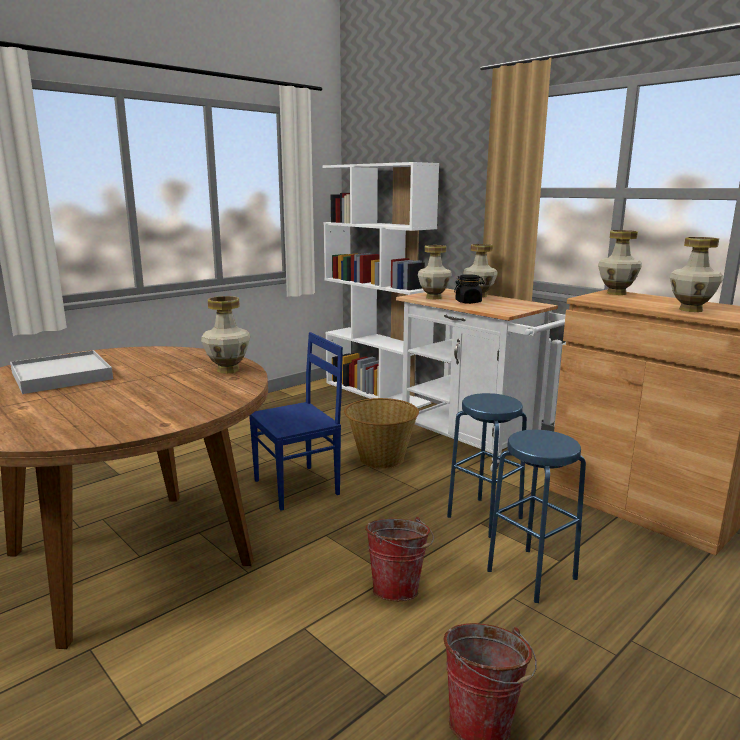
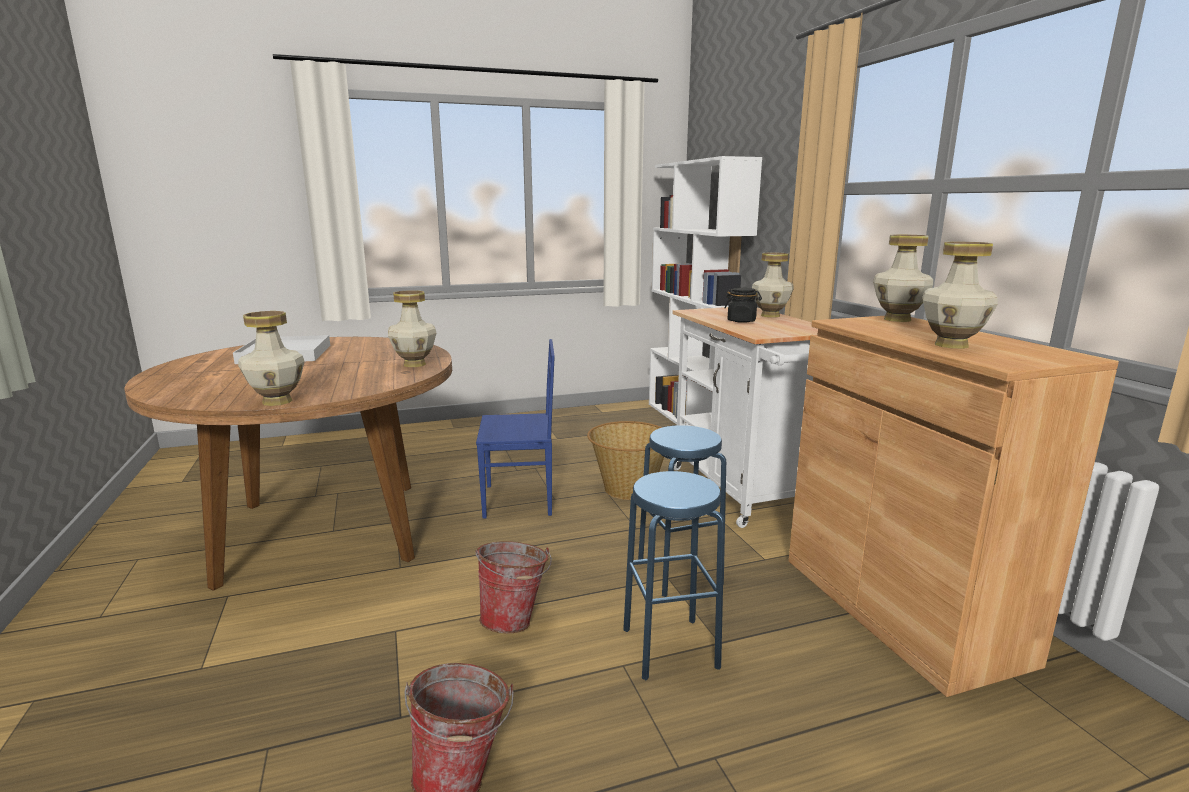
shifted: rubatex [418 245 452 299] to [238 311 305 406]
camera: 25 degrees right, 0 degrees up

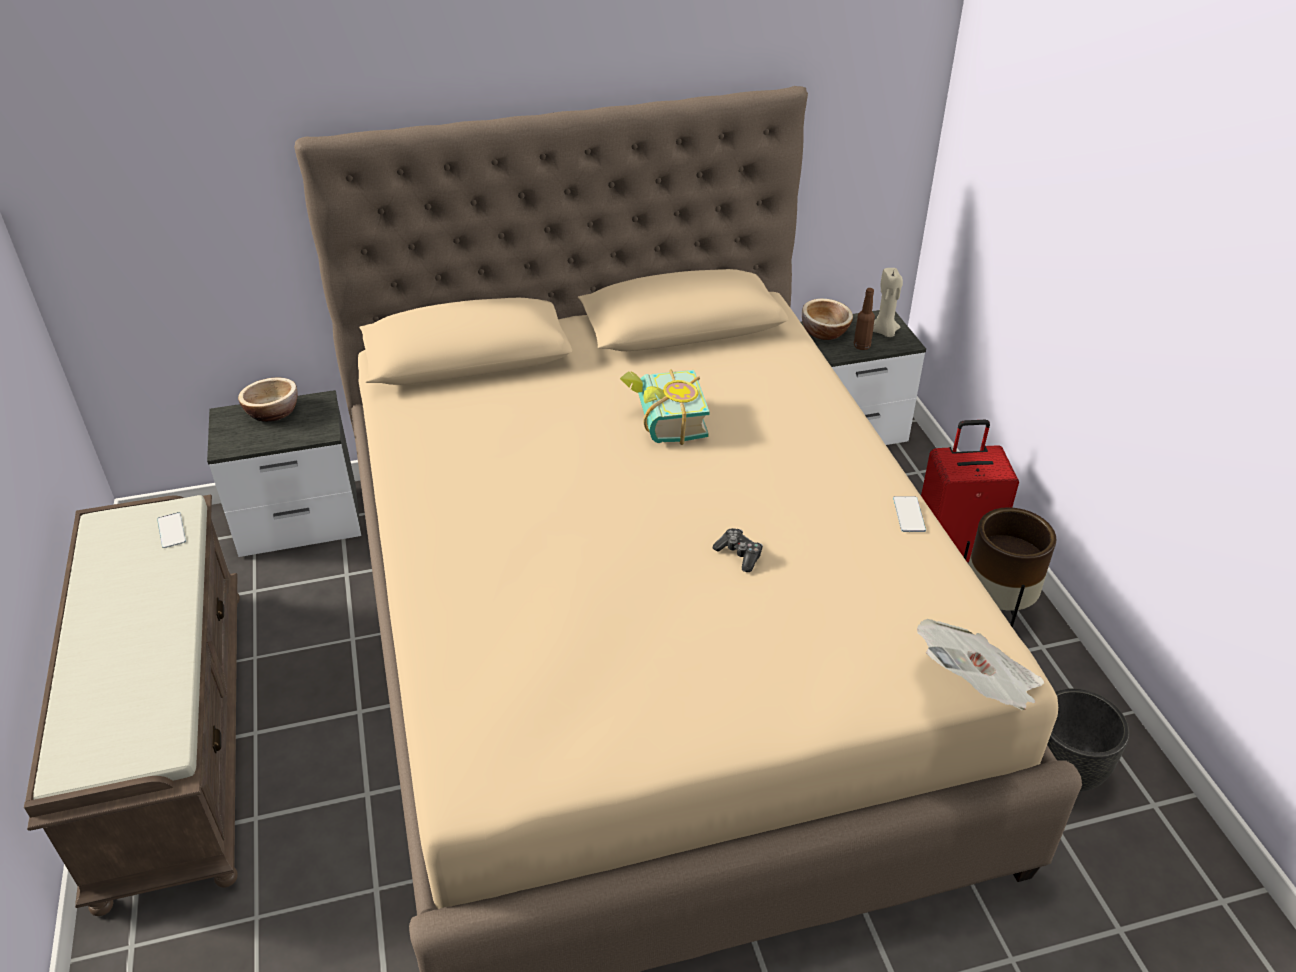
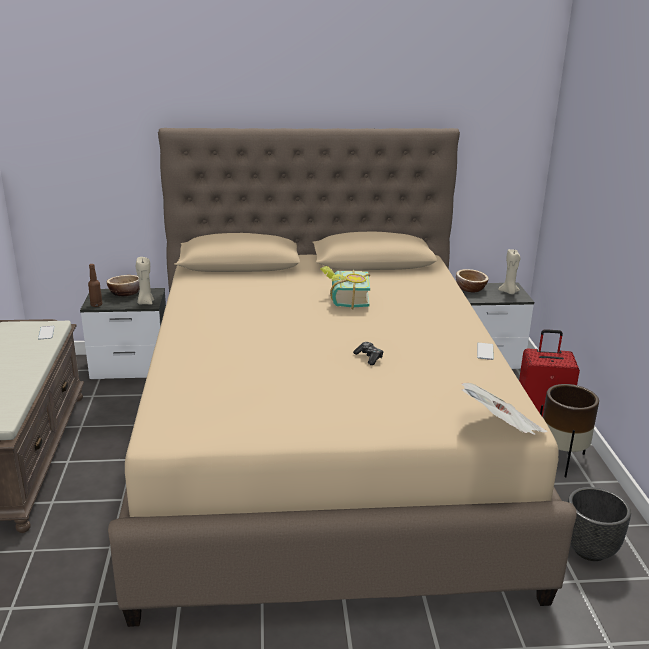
new: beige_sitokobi [136 257 154 305]
shifted: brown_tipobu [854 288 875 350] to [88 264 102 307]
camera: 10 degrees right, 15 degrees down

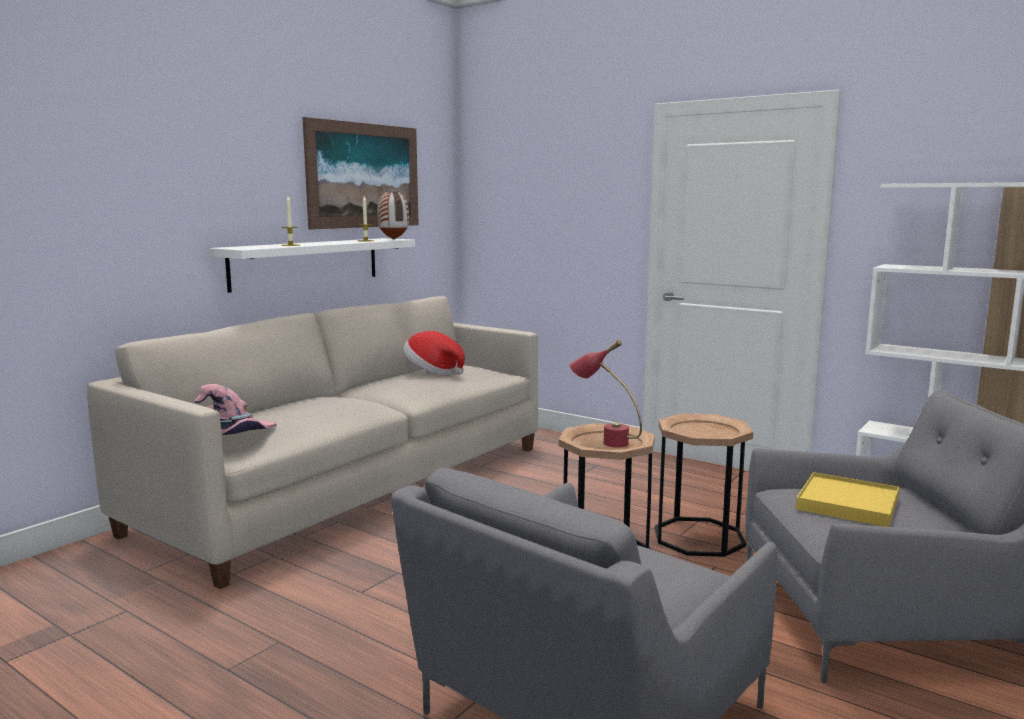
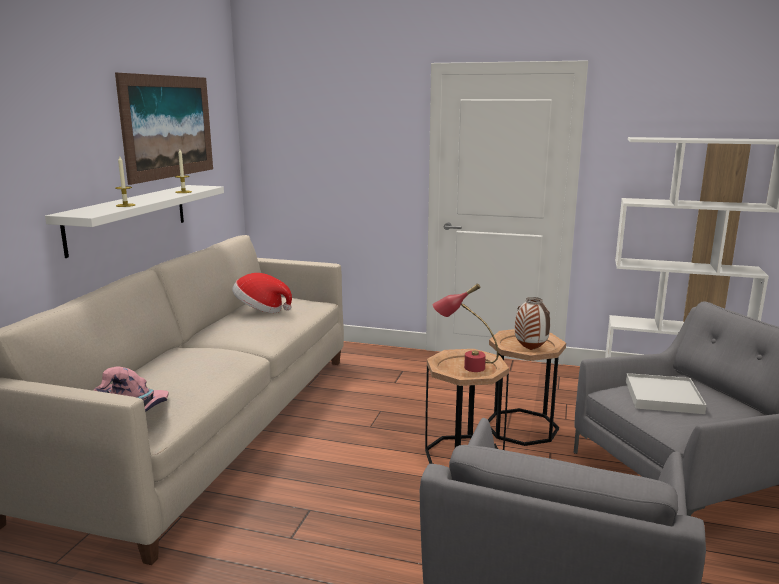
shifted: rubatex [377 190 409 240] to [515 297 550 350]
repainted: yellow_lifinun [796 472 899 527] to white_lifinun [626 373 707 414]
camera: 20 degrees left, 5 degrees up

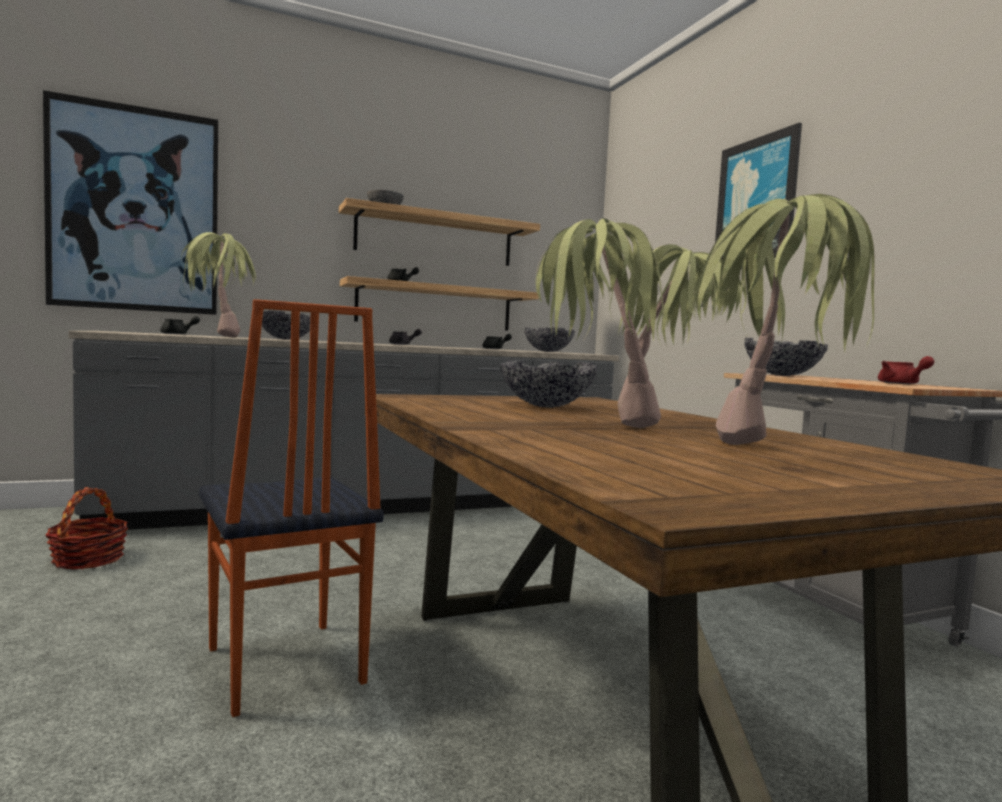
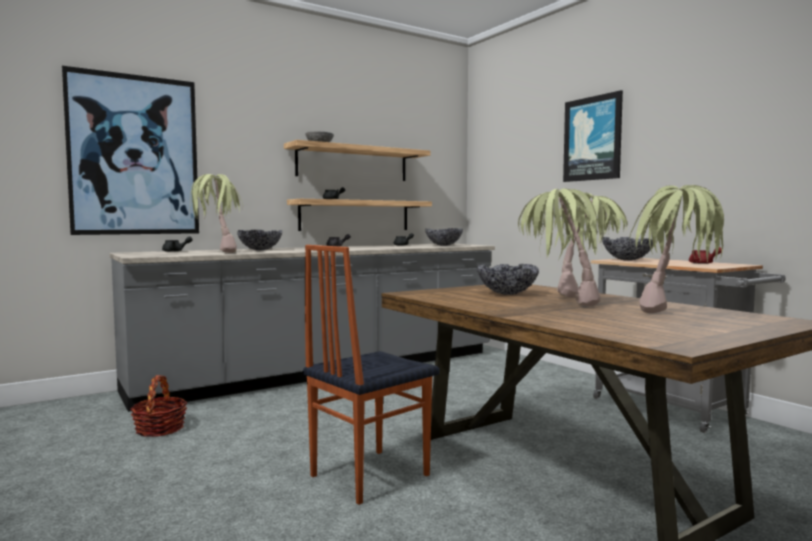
rotated: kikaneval [199 299 384 717] = [303 245 440 505] 90 degrees clockwise
camera: 10 degrees left, 0 degrees up

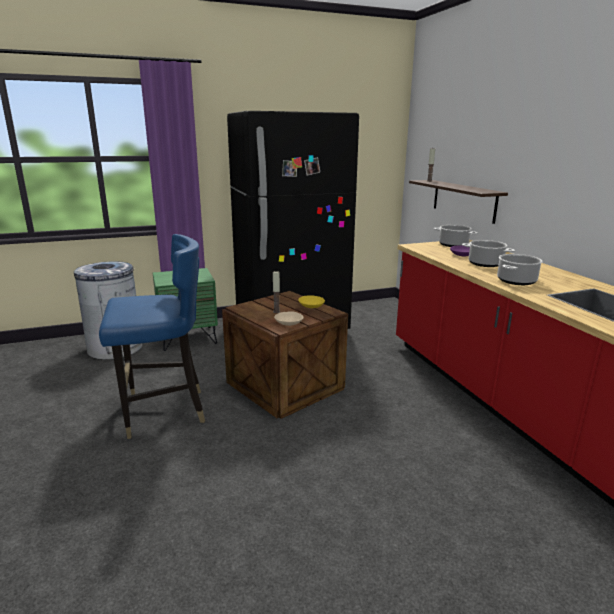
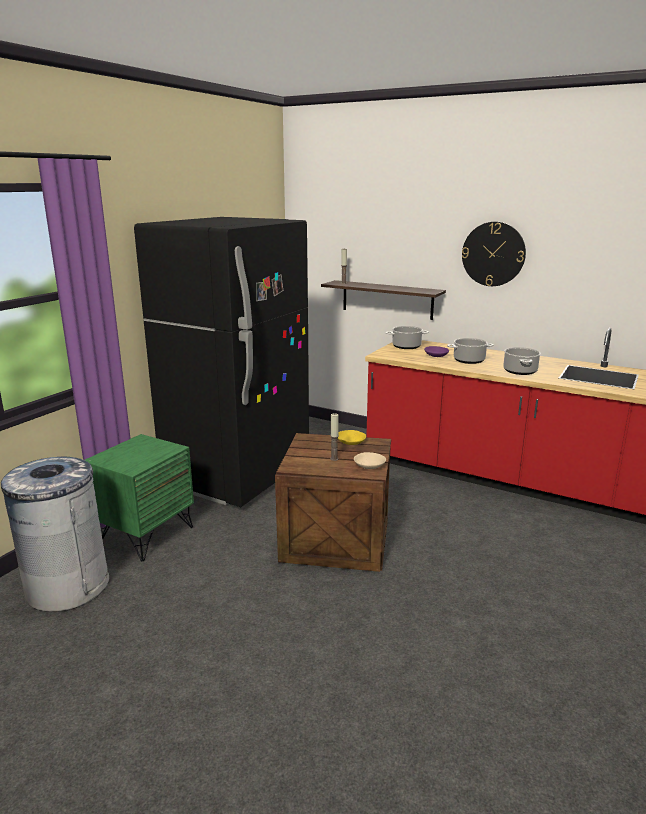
gone: blue_kikaneval [99 234 205 439]
new: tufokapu [462 222 526 286]
camera: 40 degrees left, 0 degrees up

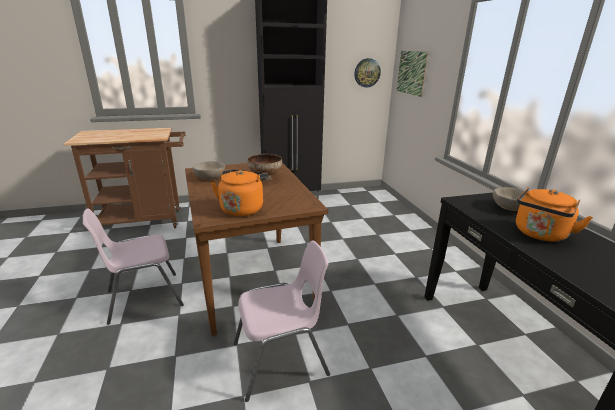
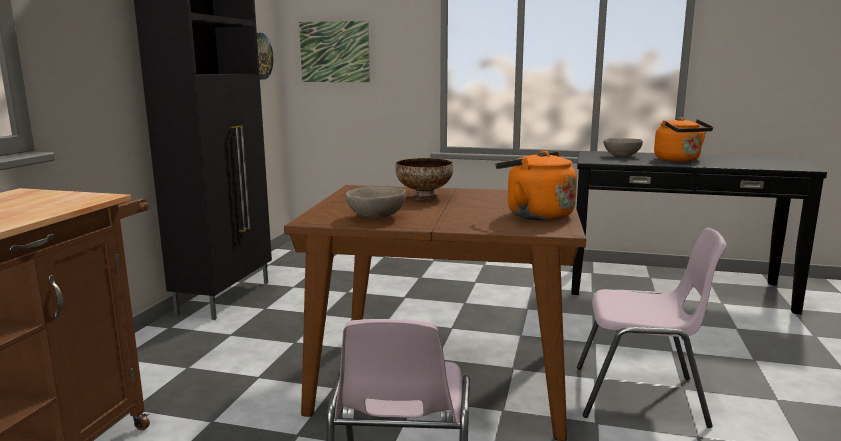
rotated: pink_kikaneval [234 240 330 402] = [577 228 726 428] 90 degrees clockwise
camera: 60 degrees left, 10 degrees down

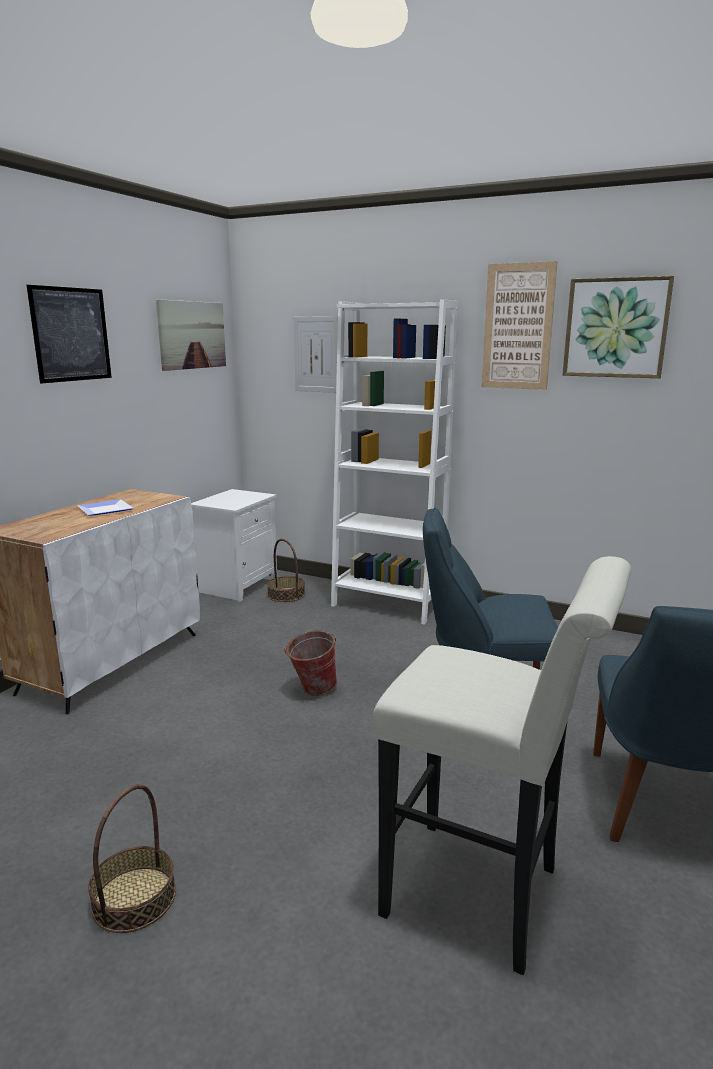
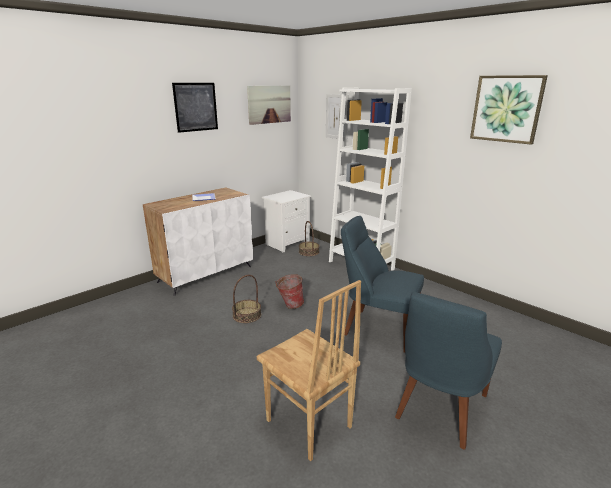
gone: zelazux [482 261 558 390]
shifted: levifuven [88 784 176 933] to [232 275 261 323]
swapped: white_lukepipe [373 556 631 975] to brown_kikaneval [257 280 361 461]
camera: 20 degrees right, 5 degrees up

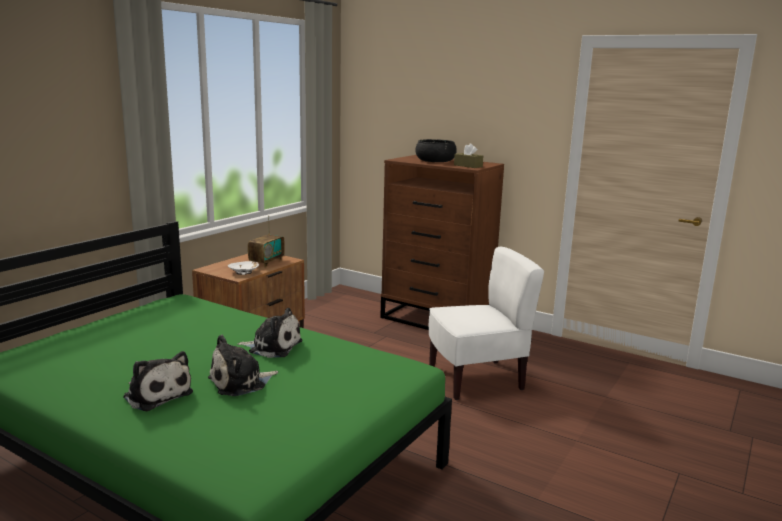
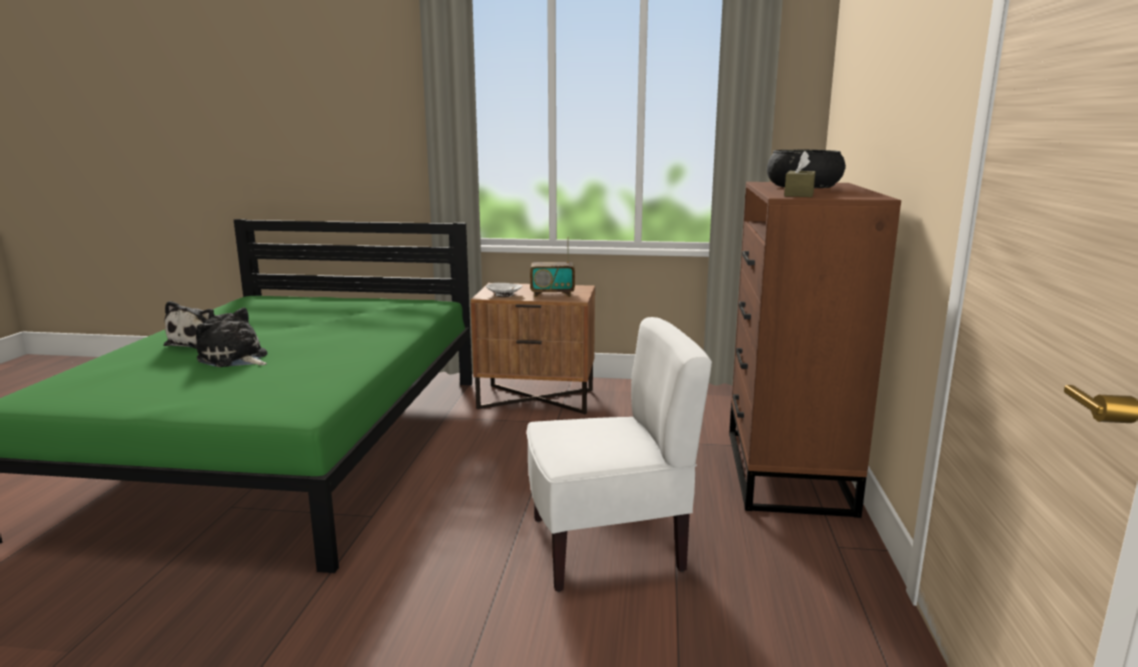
gone: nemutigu [237 308 302 358]
rotated: white_kikaneval [429 247 544 400] = [527 317 712 592] 60 degrees counterclockwise
camera: 65 degrees right, 0 degrees up

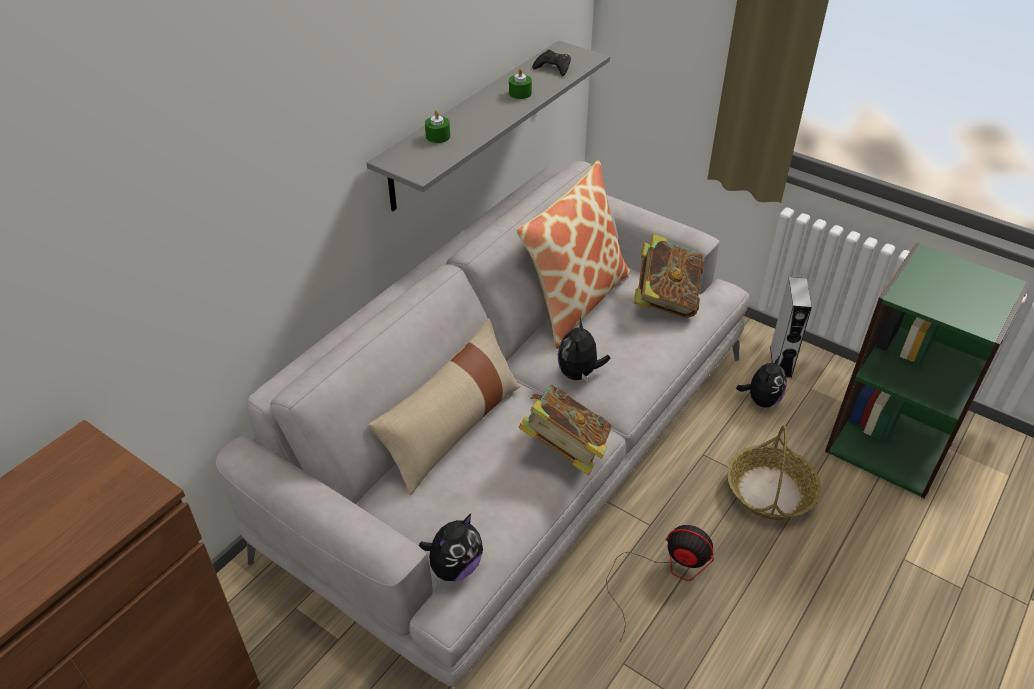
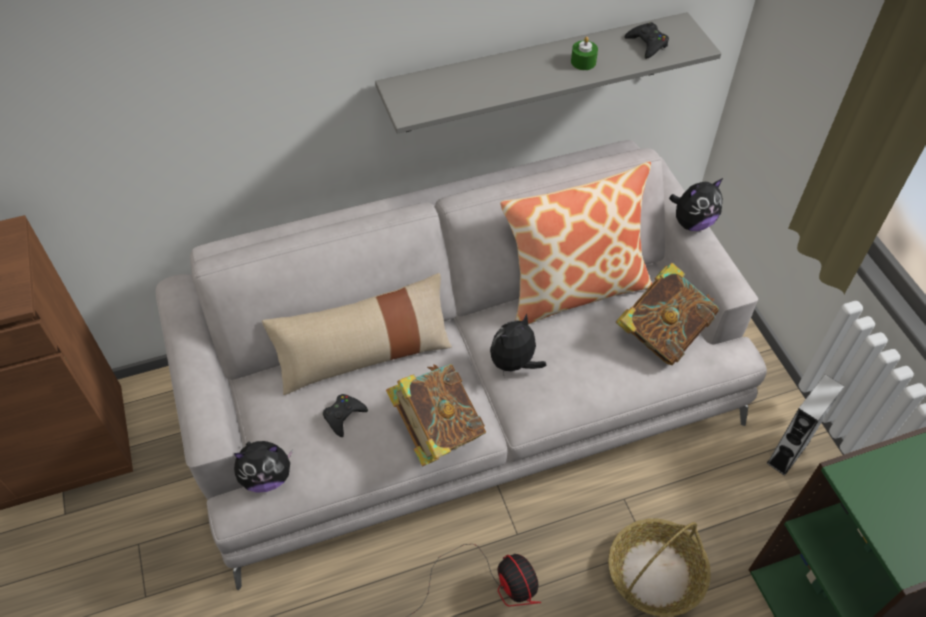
gone: green_sitokobi [425 110 450 143]
new: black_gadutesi [323 394 368 437]
shifted: nemutigu [736 356 787 408] to [669 178 723 231]
camera: 35 degrees right, 10 degrees up

